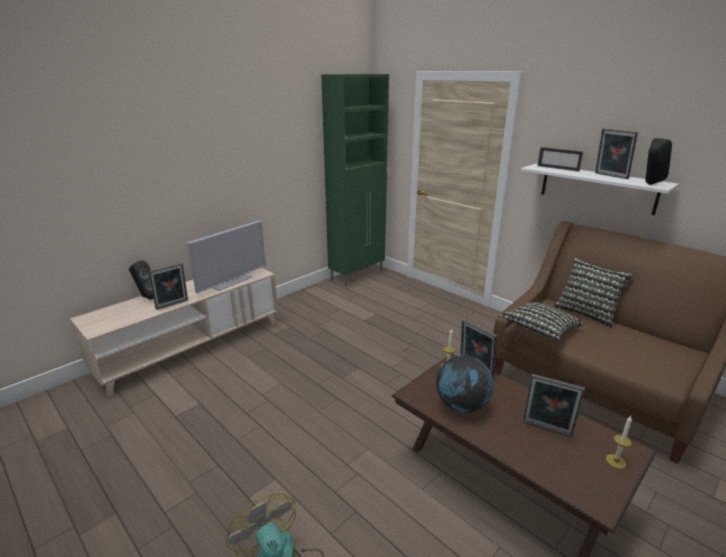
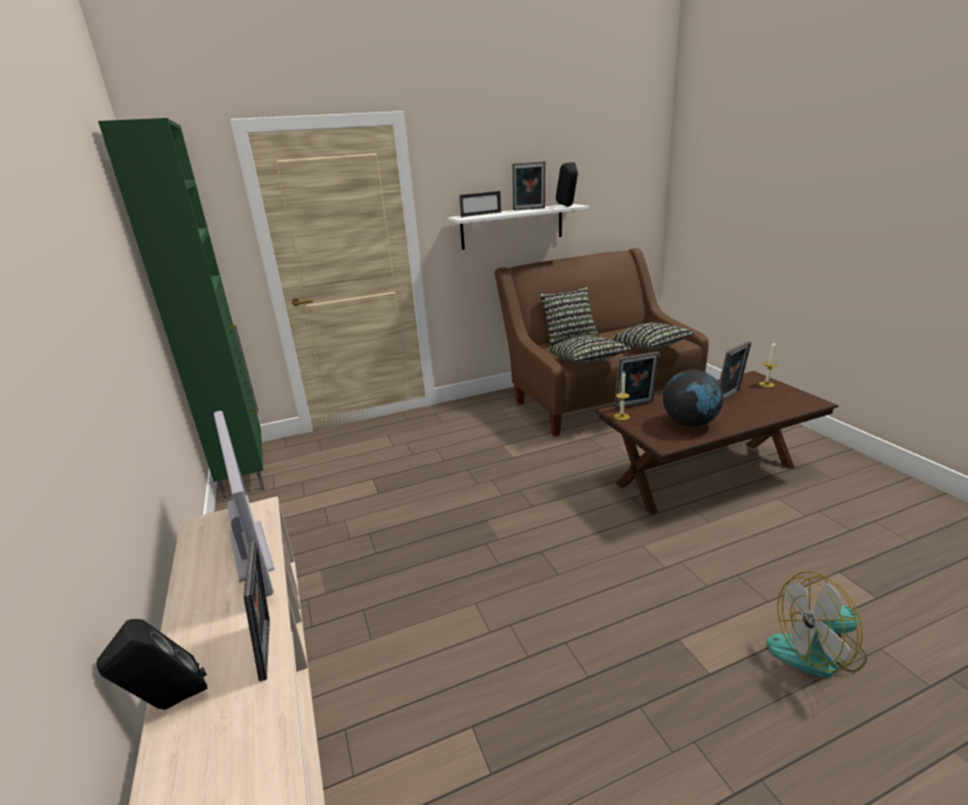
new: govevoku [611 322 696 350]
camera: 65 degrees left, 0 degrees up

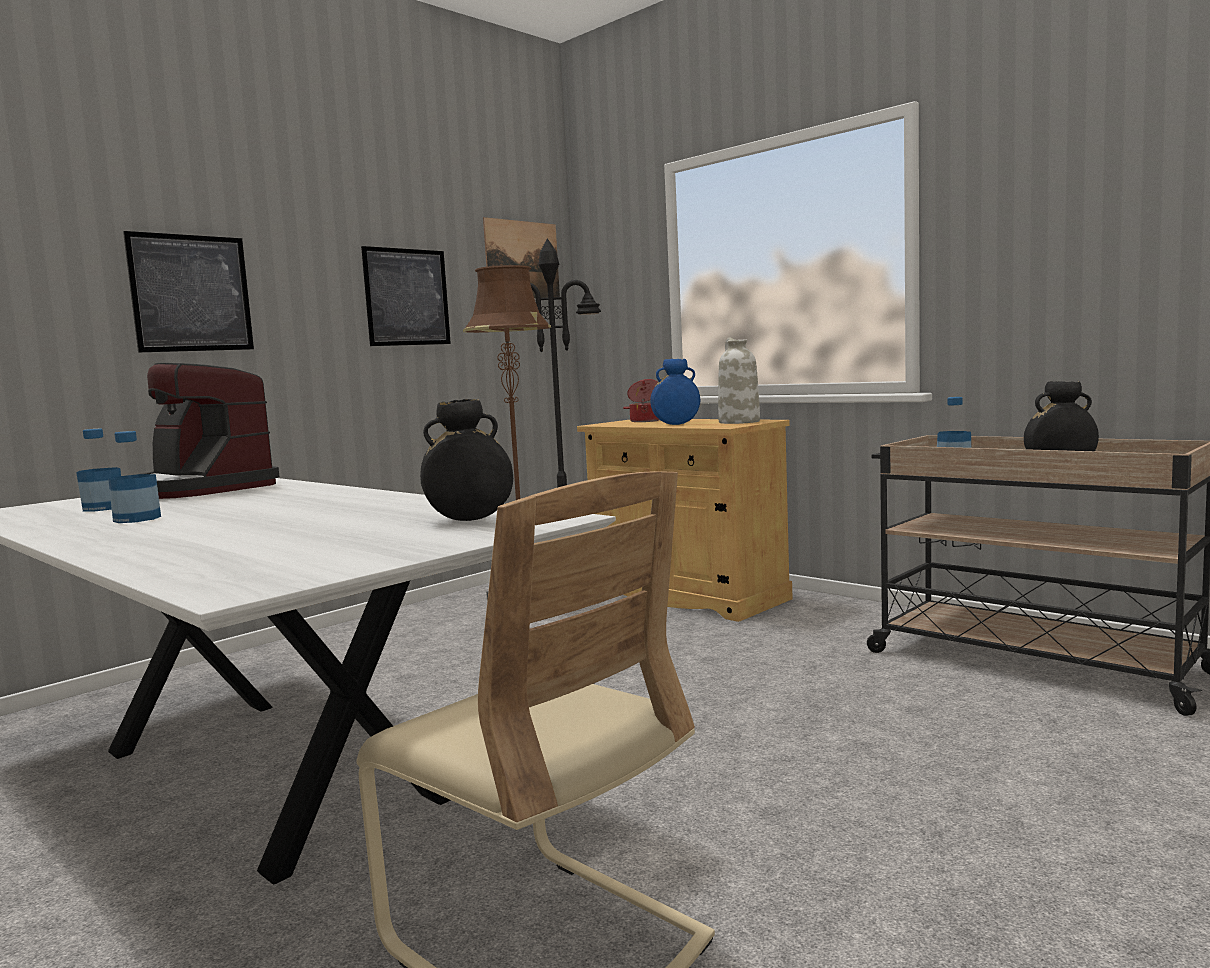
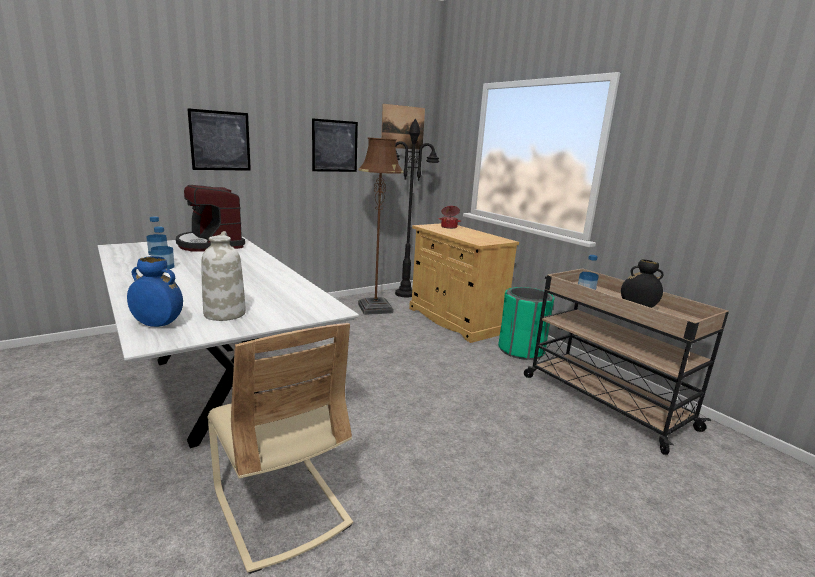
gone: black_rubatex [420 399 513 521]
new: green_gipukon [498 287 554 360]
shifted: blue_rubatex [650 359 700 425] to [127 256 183 327]; white_rubatex [718 338 760 424] to [201 231 246 321]
camera: 10 degrees right, 10 degrees up

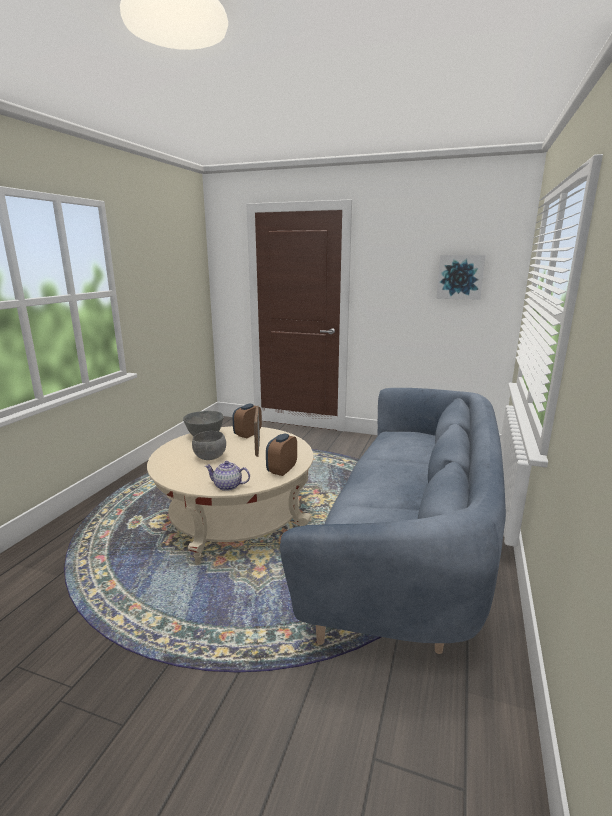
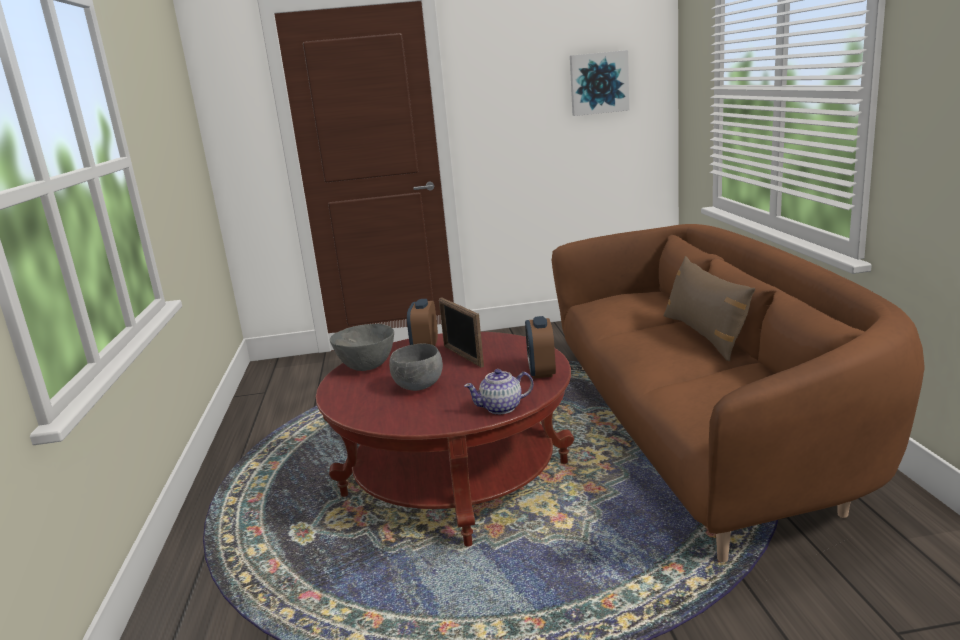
new: brown_govevoku [663 256 755 361]
repainted: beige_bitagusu [147 426 314 565] to red_bitagusu [316 332 574 547]; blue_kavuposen [280 388 506 654] to brown_kavuposen [552 224 925 562]
camera: 25 degrees left, 0 degrees up

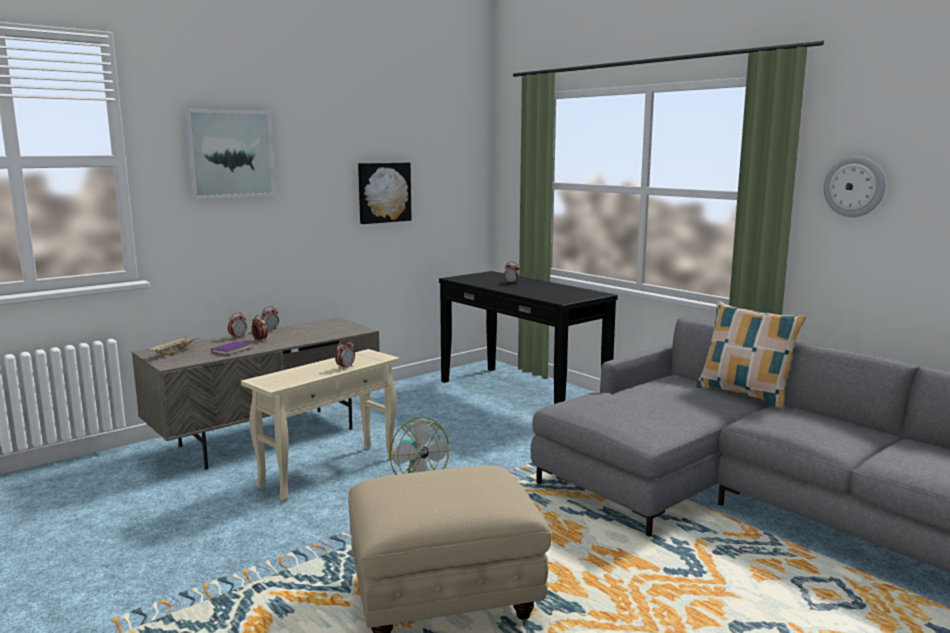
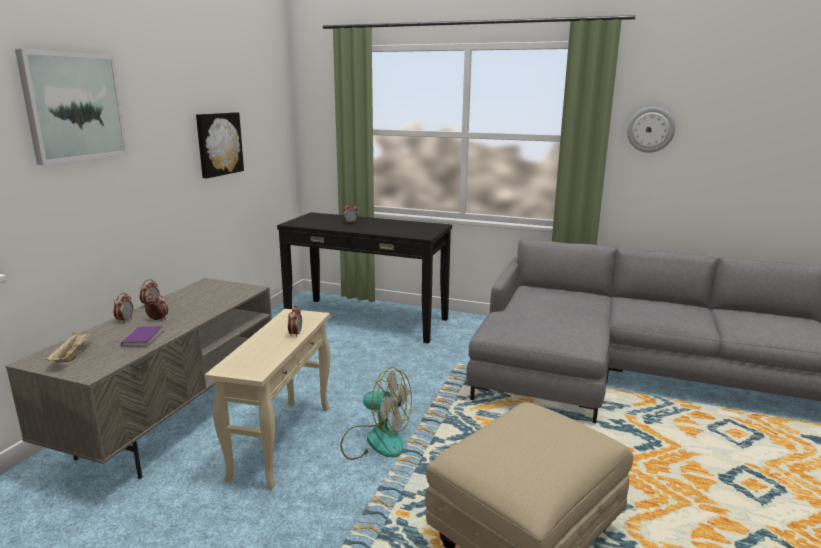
gone: govevoku [696 302 806 409]
camera: 30 degrees left, 5 degrees up

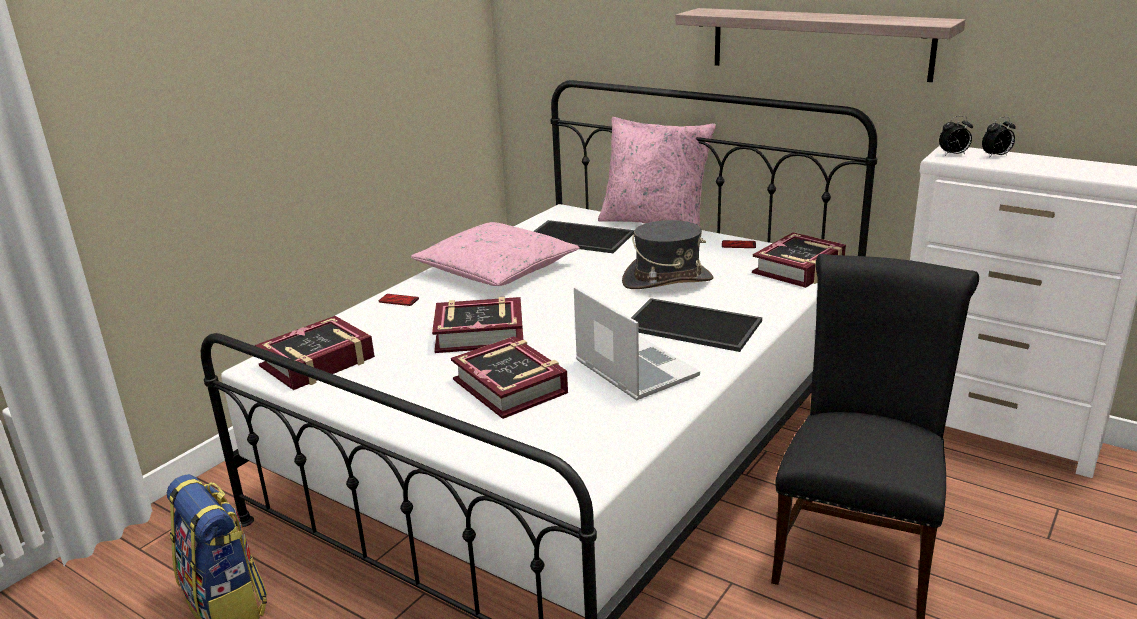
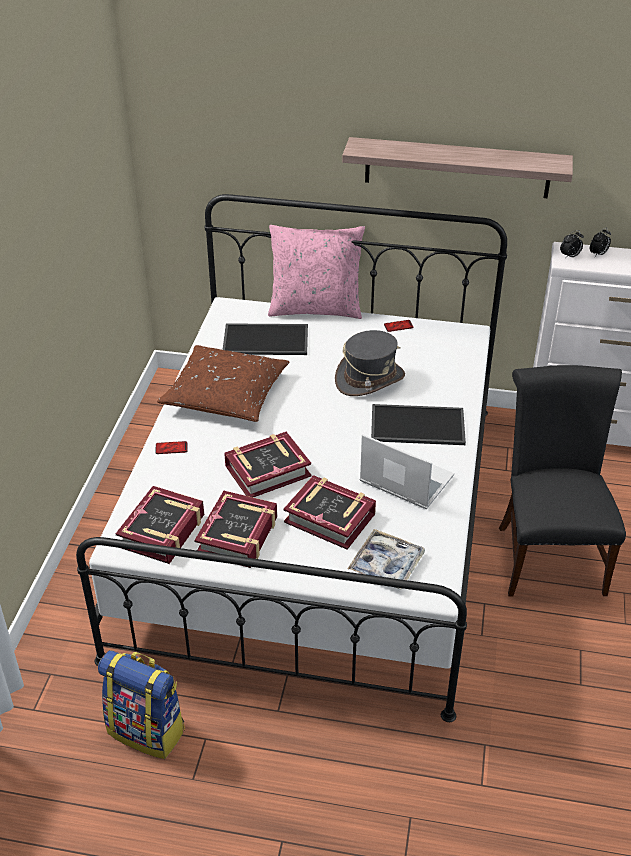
new: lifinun [348 529 425 590]
shifted: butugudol [752 232 846 288] to [194 491 277 568]
repainted: pink_govevoku [411 222 580 286] to brown_govevoku [157 345 289 422]
camera: 25 degrees left, 15 degrees up

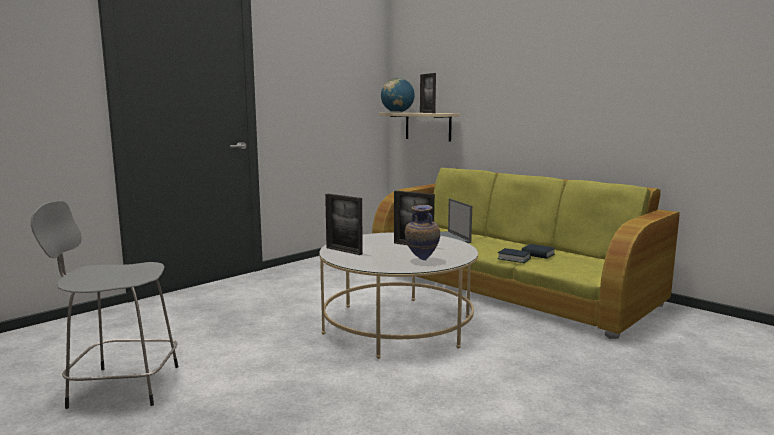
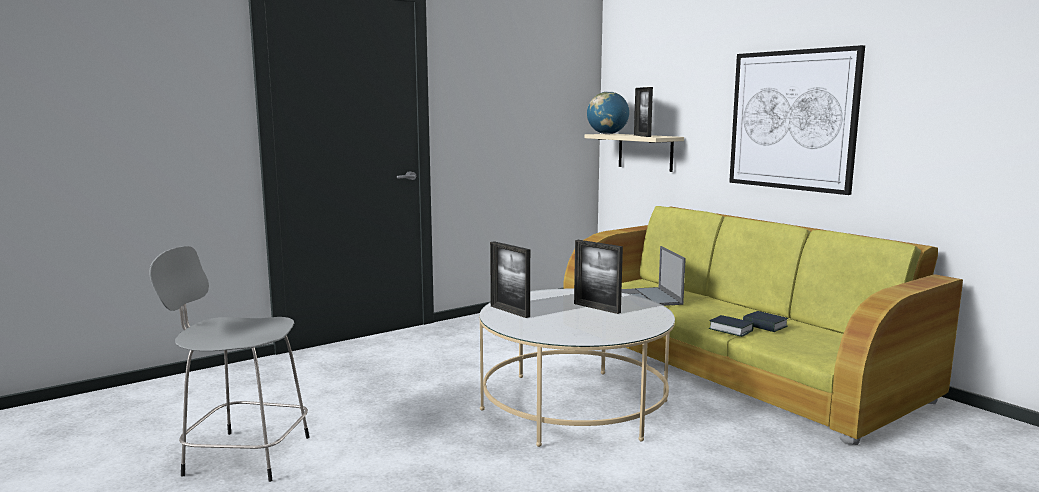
gone: rubatex [405 205 440 260]
new: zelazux [729 45 865 195]
camera: 10 degrees right, 0 degrees up

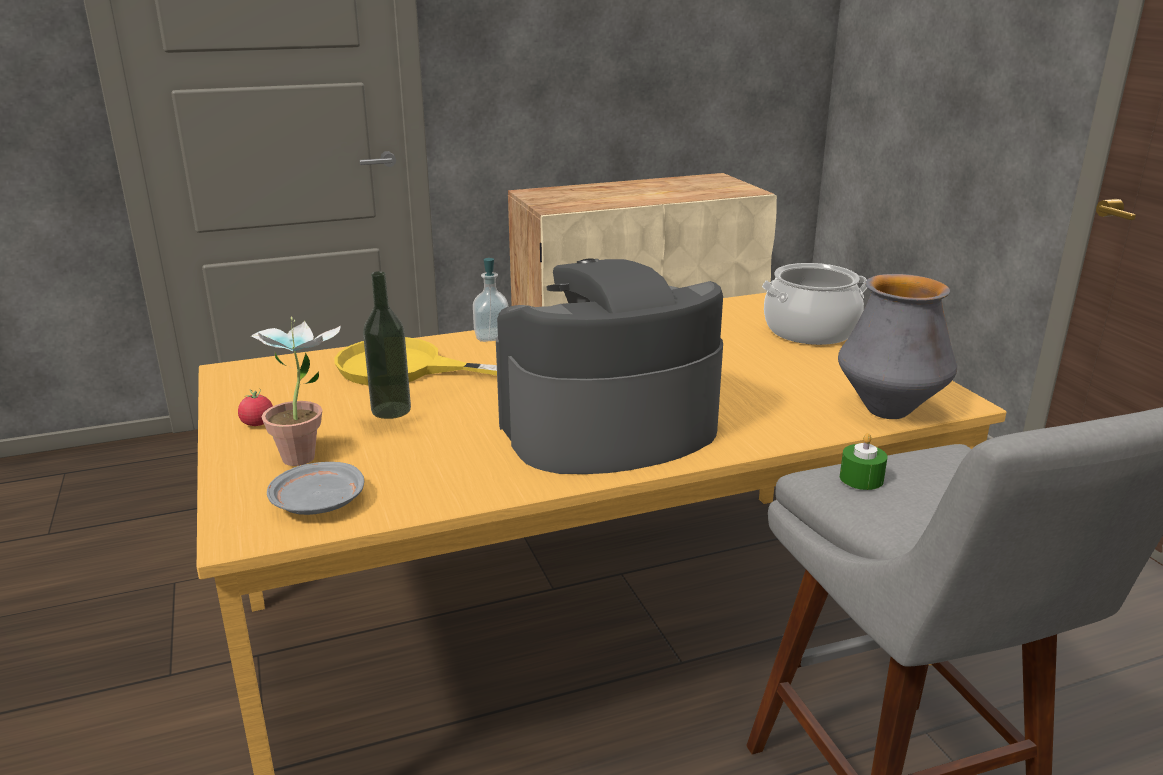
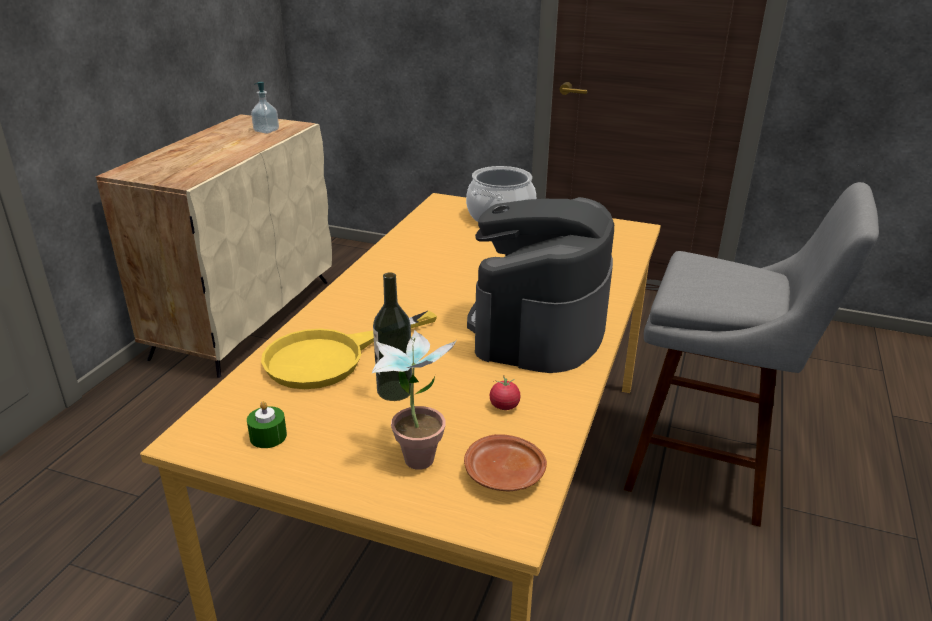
gone: rubatex [838 274 957 419]
shifted: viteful [238 388 273 426] to [490 376 521 410]; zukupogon [473 258 509 342] to [251 82 279 134]; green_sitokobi [840 433 887 490] to [247 401 287 448]
repainted: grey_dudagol [267 462 364 515] to brown_dudagol [464 434 547 492]
camera: 50 degrees left, 5 degrees up

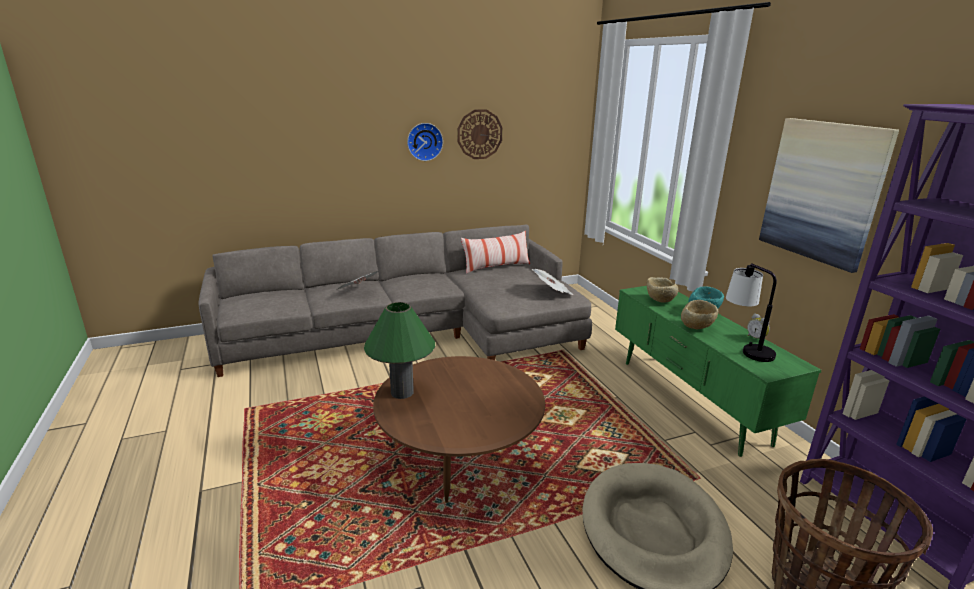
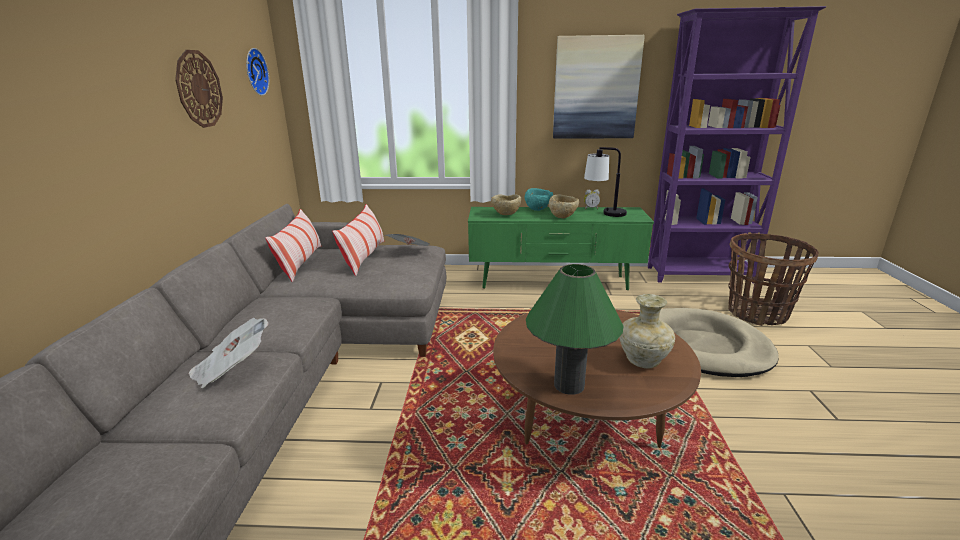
new: govevoku [332 204 385 276]; beige_rubatex [619 294 675 368]
shifted: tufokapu [407 123 443 161] to [246 48 269 96]
camera: 65 degrees left, 0 degrees up

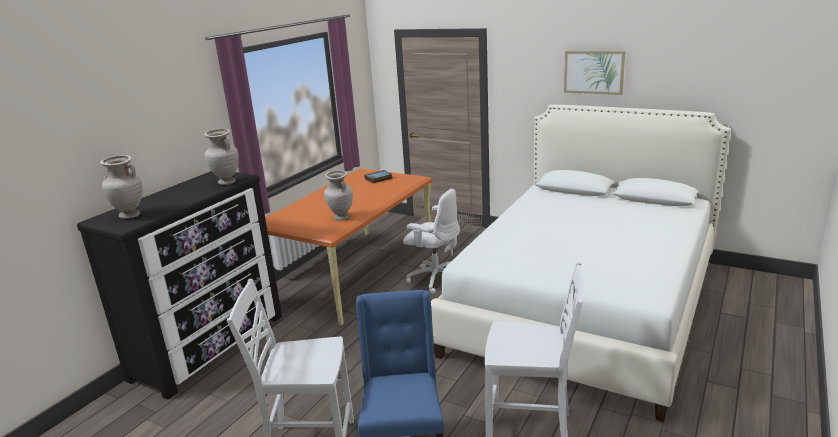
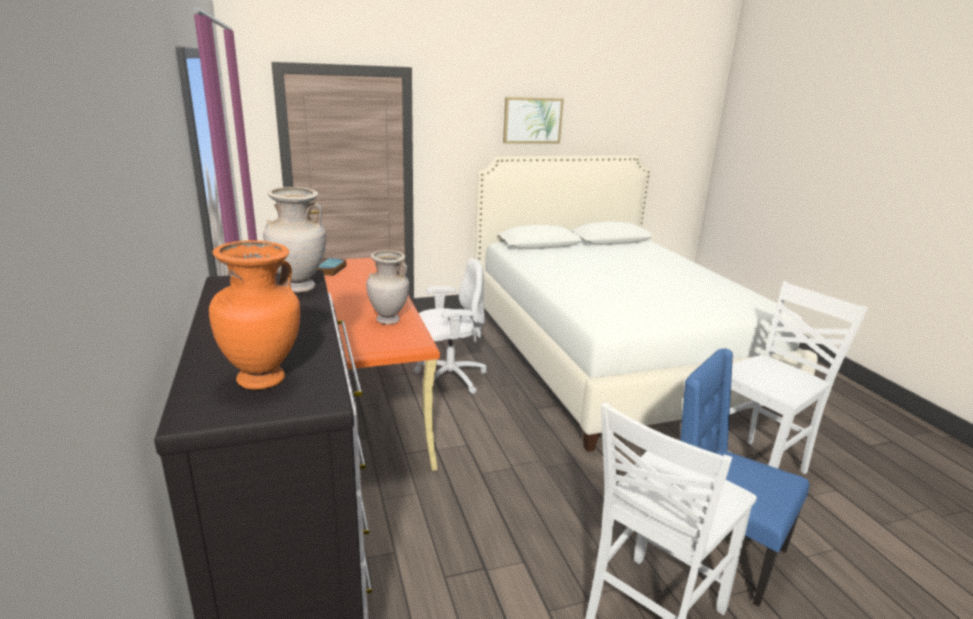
repainted: beige_rubatex [100 155 142 219] to orange_rubatex [209 240 300 390]
camera: 50 degrees left, 0 degrees up

